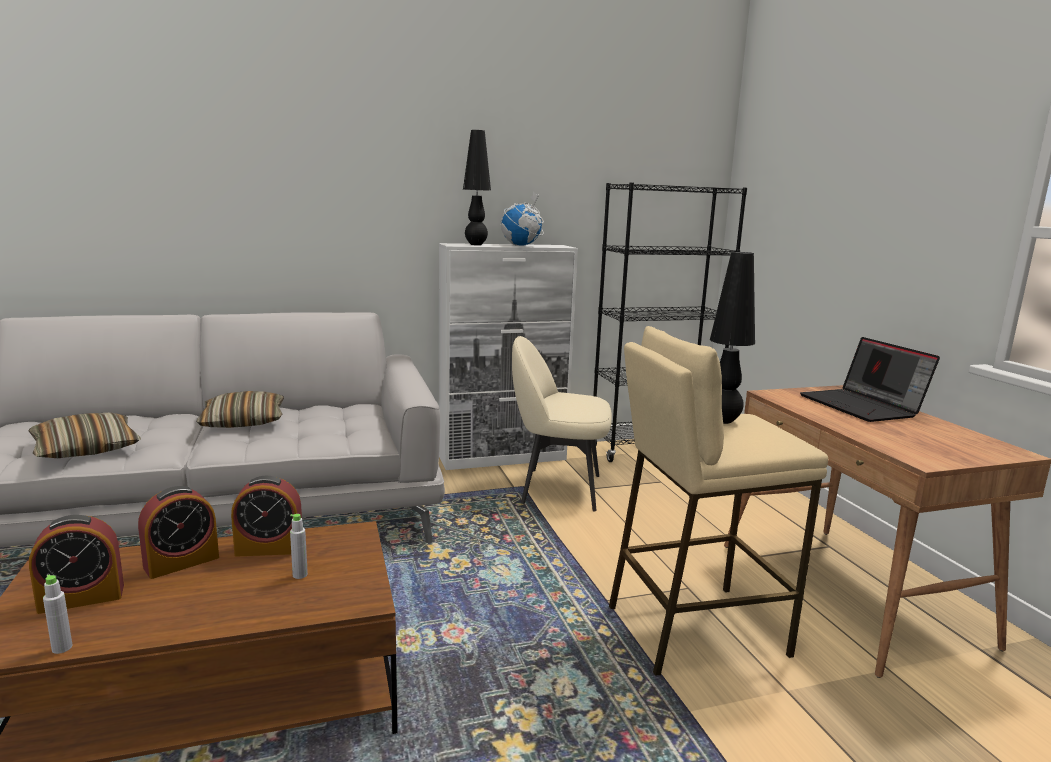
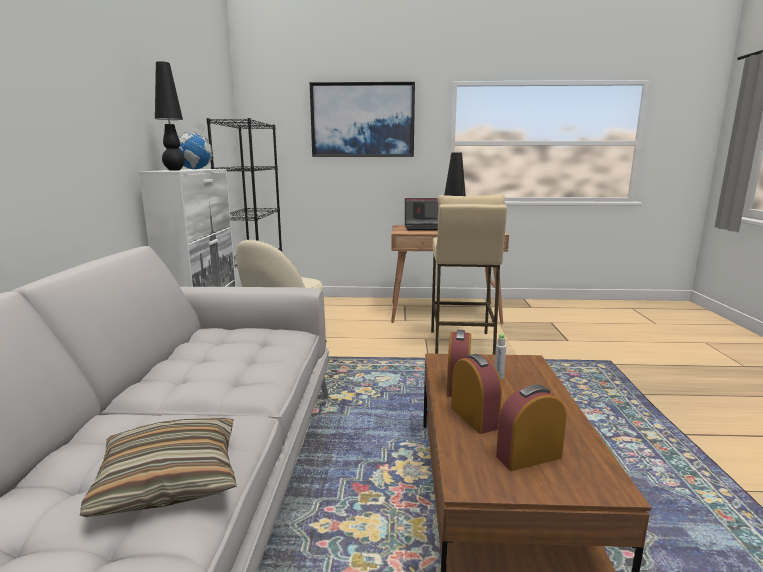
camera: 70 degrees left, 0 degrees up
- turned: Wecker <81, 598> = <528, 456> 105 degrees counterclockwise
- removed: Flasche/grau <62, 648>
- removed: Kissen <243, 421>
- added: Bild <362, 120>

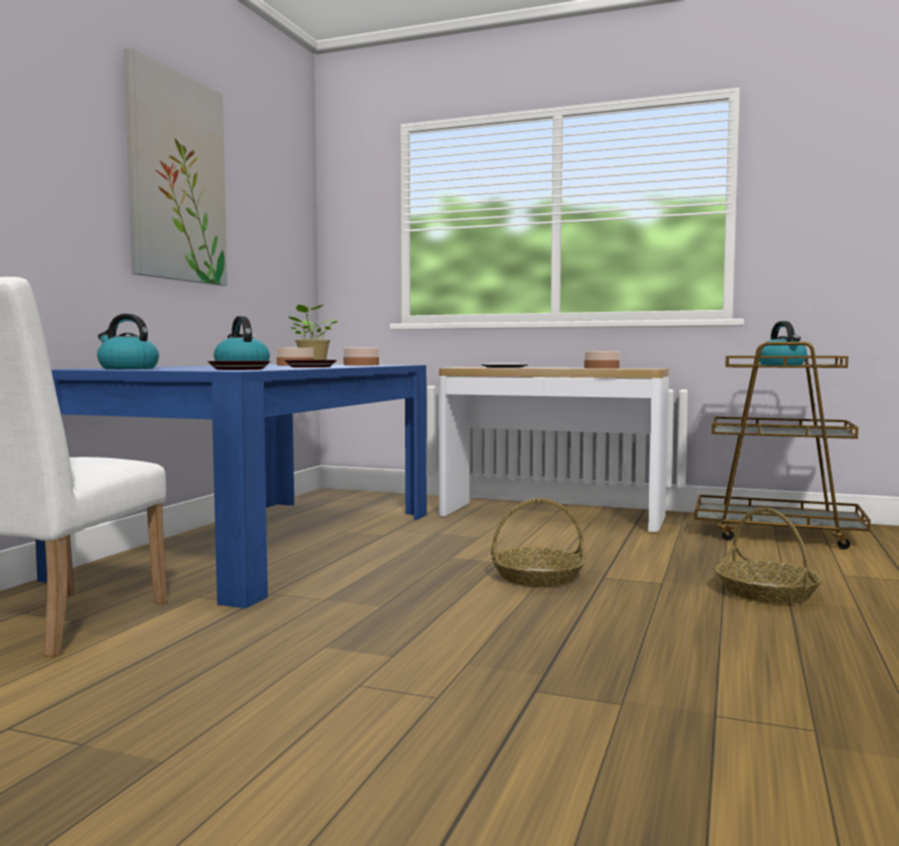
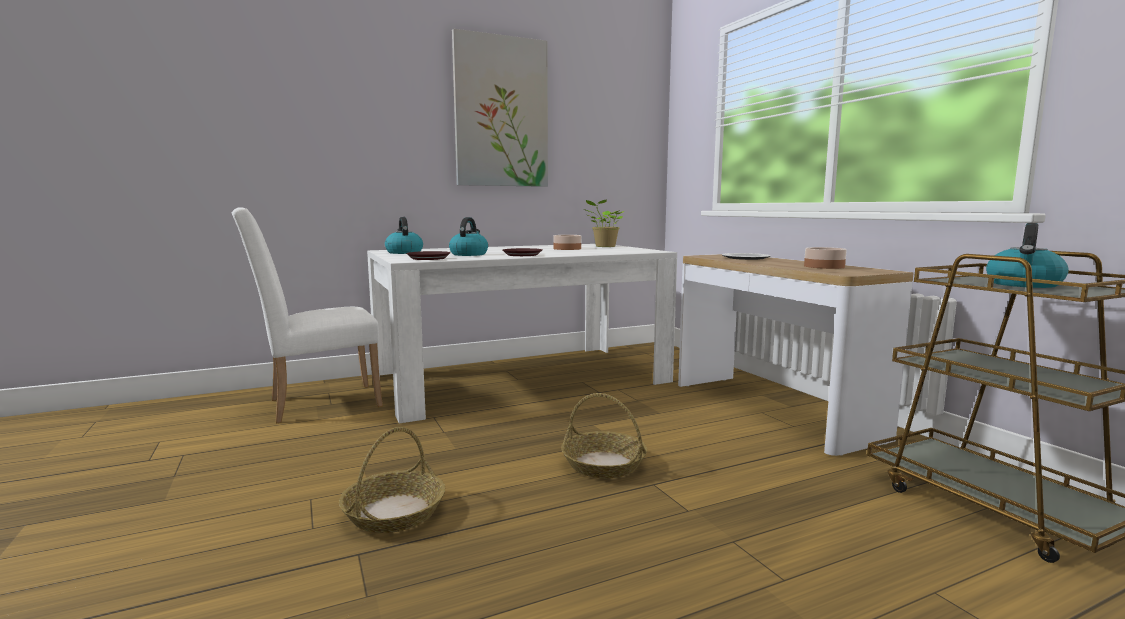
camera: 45 degrees right, 5 degrees up
- recoloured: Esstisch/blau <265, 542> to Esstisch/weiß <520, 378>
- removed: Schüssel <360, 365>
- moved: Korb <767, 593> to <394, 513>

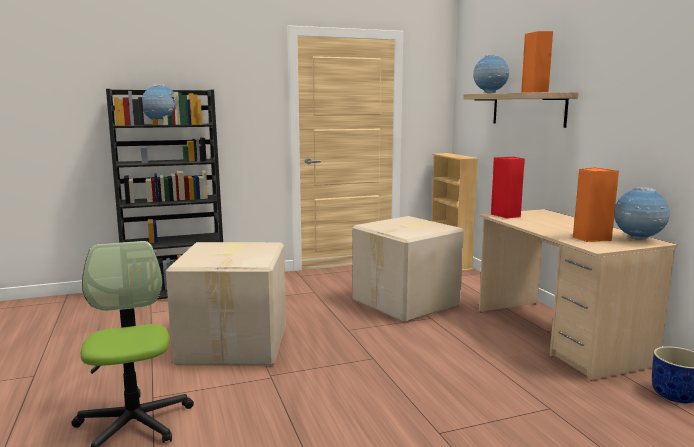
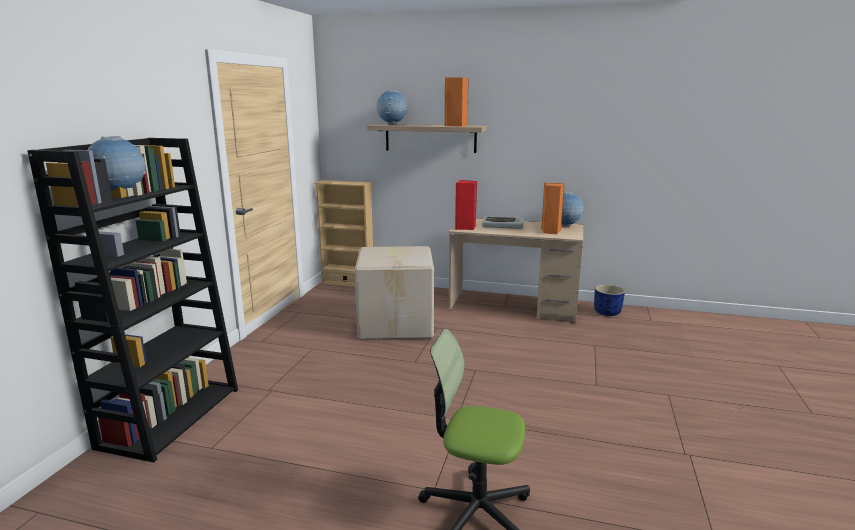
camera: 55 degrees left, 5 degrees up
- removed: Karton <235, 344>
- added: Tastatur <503, 226>

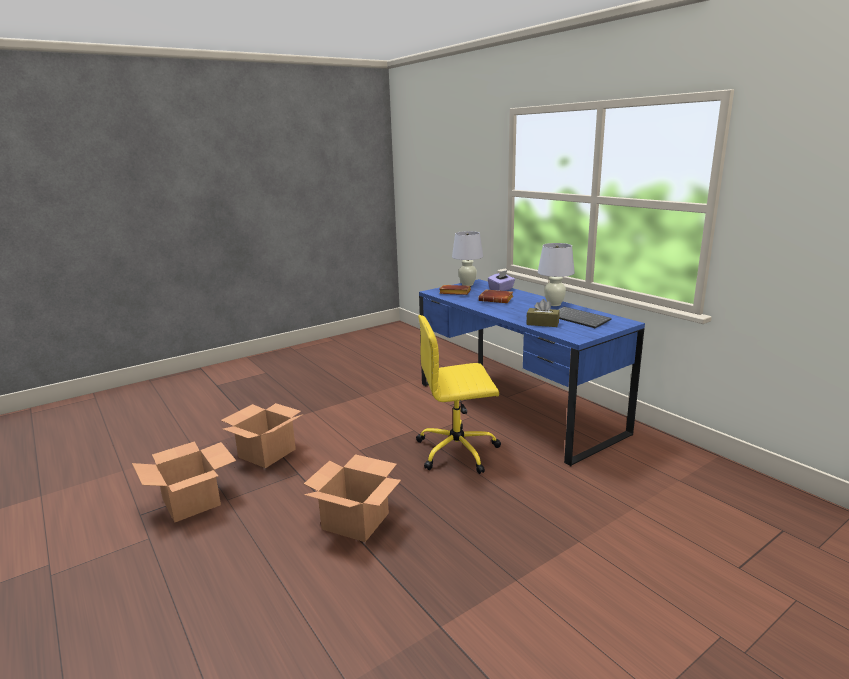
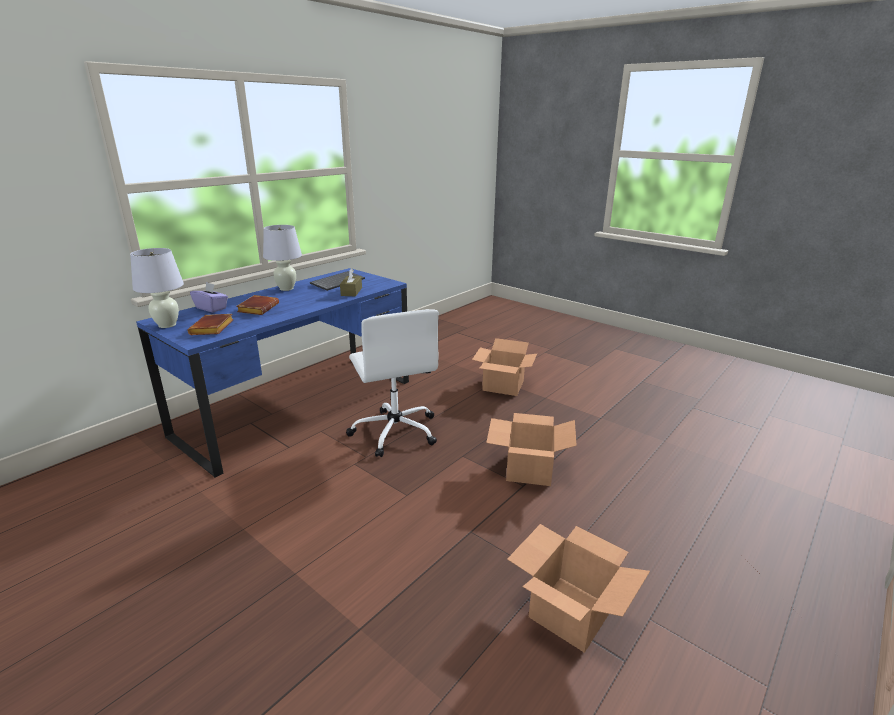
camera: 105 degrees left, 5 degrees up
- moved: Karton <267, 454> to <504, 385>
- recoloured: Bürostuhl/gelb <458, 451> to Bürostuhl/weiß <395, 431>

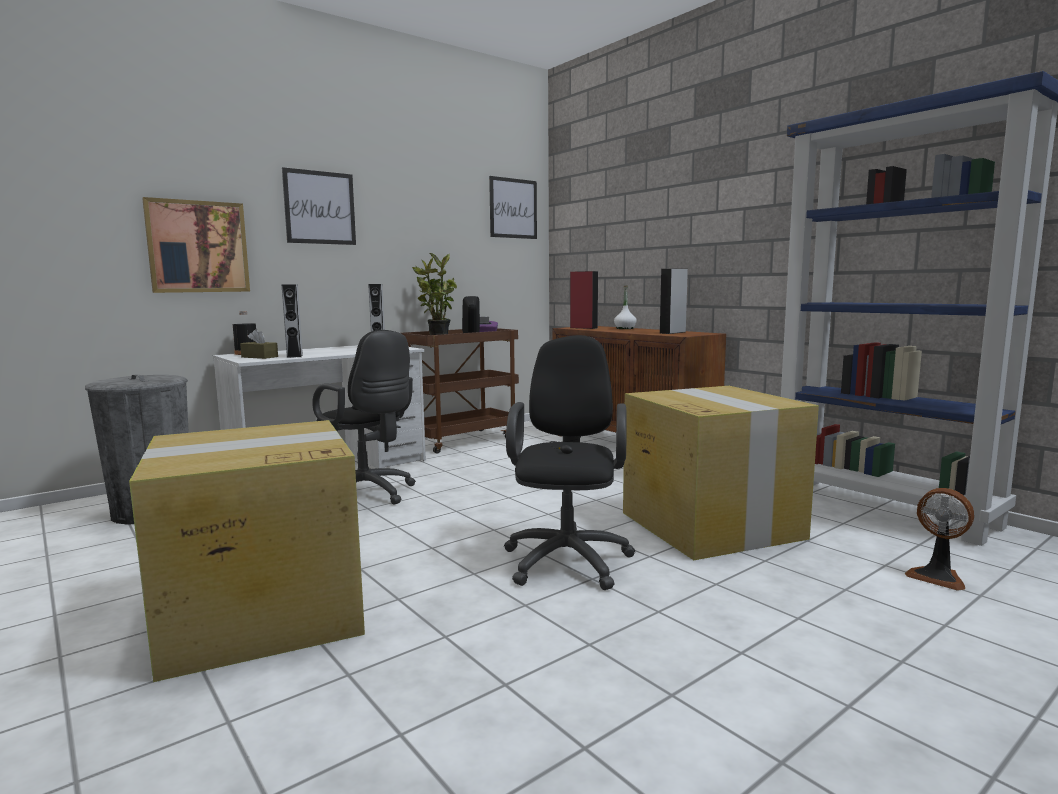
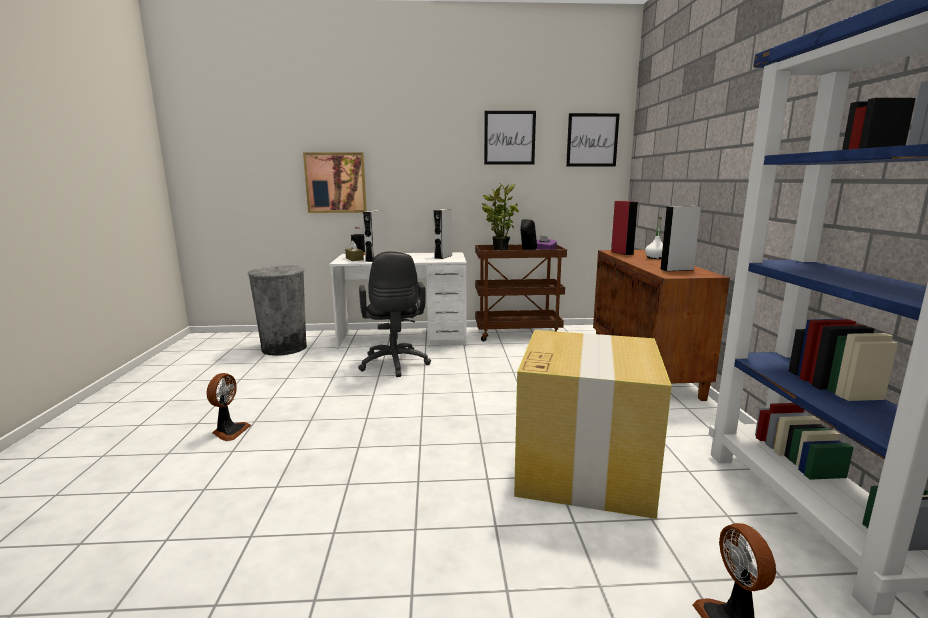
camera: 35 degrees right, 5 degrees up
- replaced: Karton <258, 613> to Ventilator <229, 431>
- moved: Bild <320, 207> to <509, 138>
- removed: Bürostuhl/schwarz <568, 558>

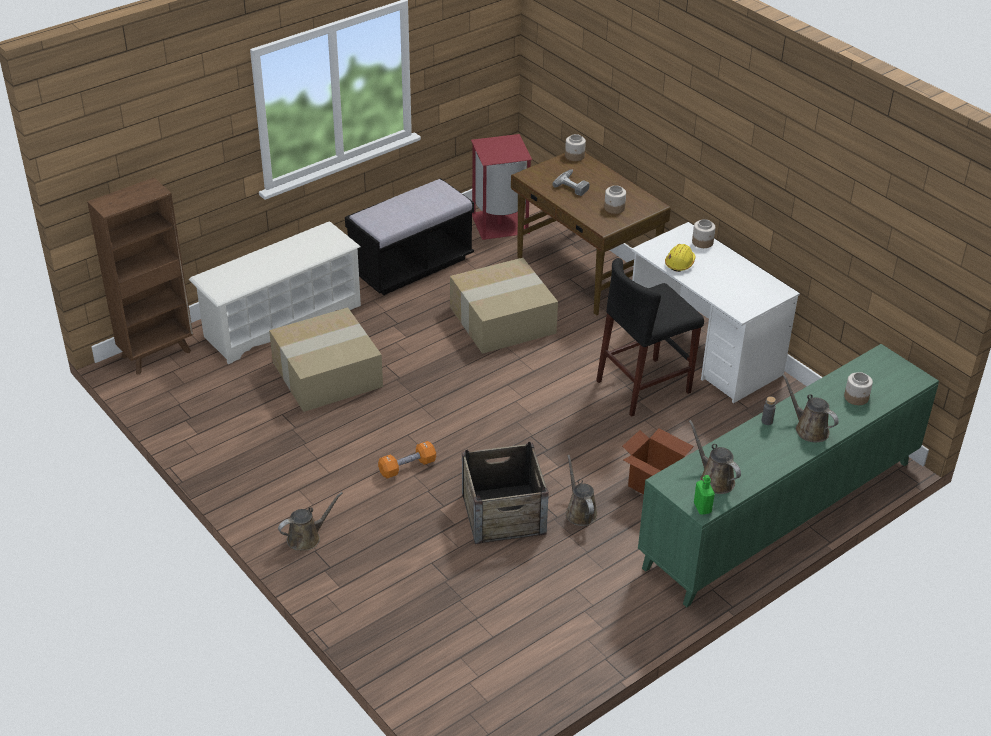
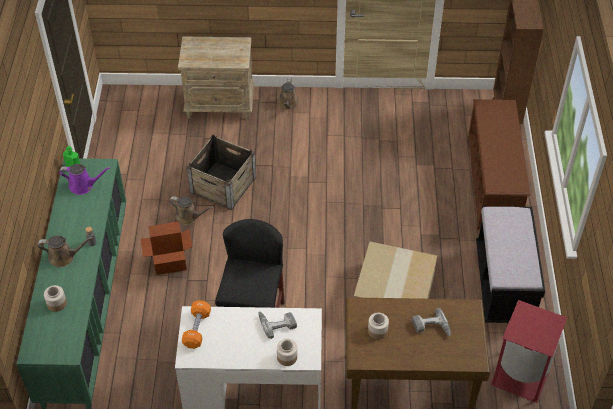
camera: 130 degrees right, 10 degrees up
- recoloured: Schuhregal/weiß <282, 321> to Schuhregal/braun <492, 184>
- removed: Karton <328, 373>
- moved: Hantel/orange <407, 467> to <197, 329>
- removed: Vorratsglas <575, 156>
- replaced: Schutzhelm/gelb <680, 263> to Bohrmaschine <276, 322>
- recoloured: Gießkanne/braun <714, 479> to Gießkanne/lila <83, 185>
- added: Nachttisch/beige <220, 104>

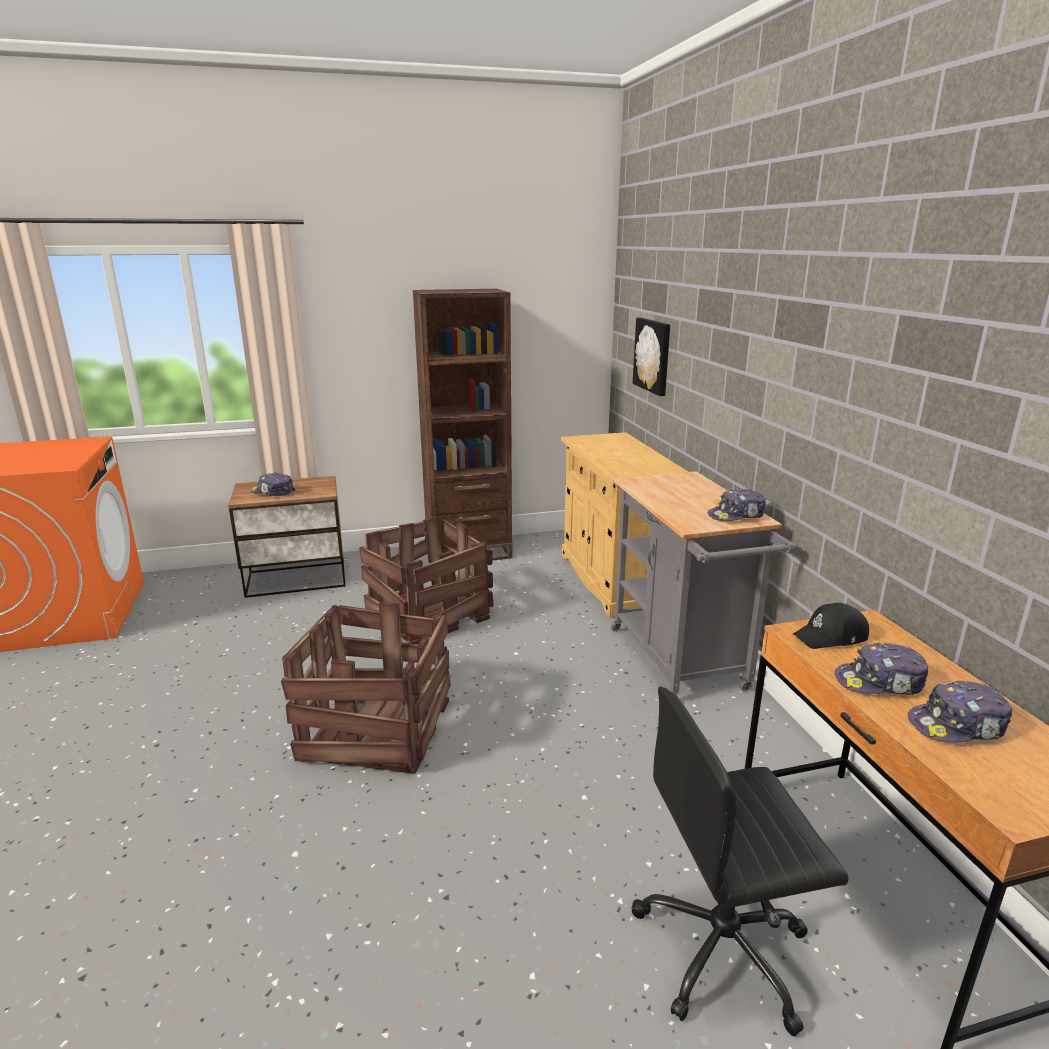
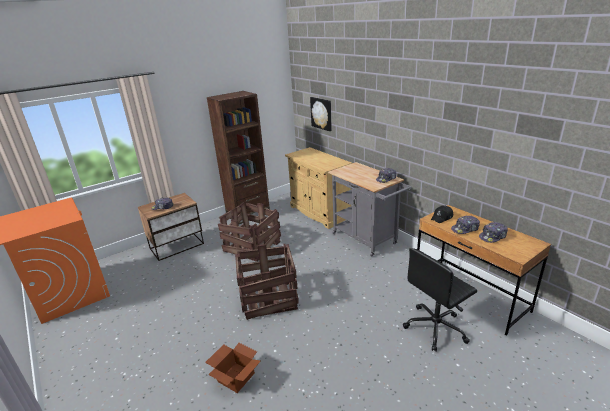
camera: 20 degrees left, 5 degrees up
- added: Karton <236, 376>

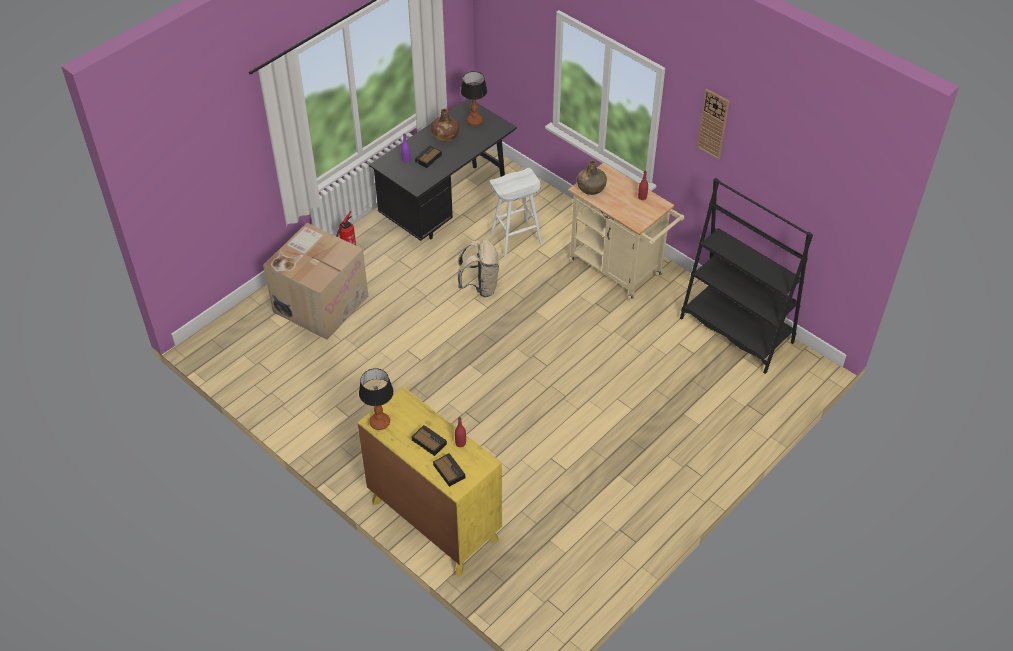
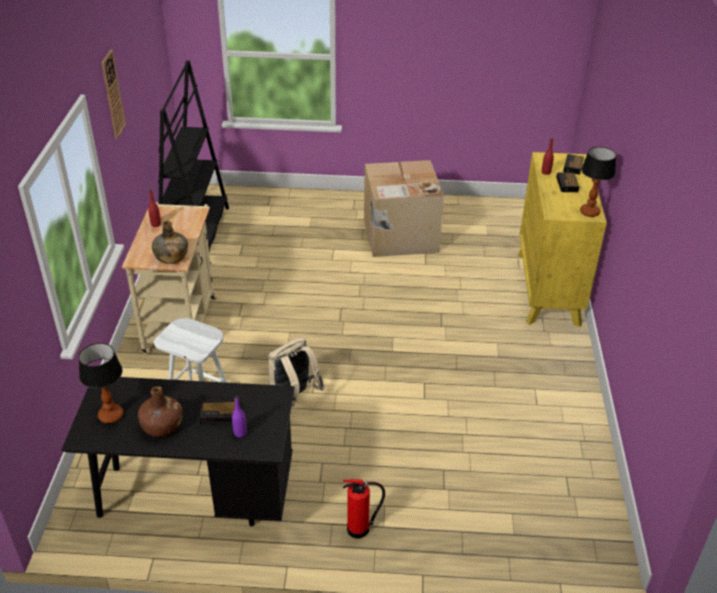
camera: 130 degrees left, 10 degrees down
- moved: Karton <320, 303> to <399, 236>

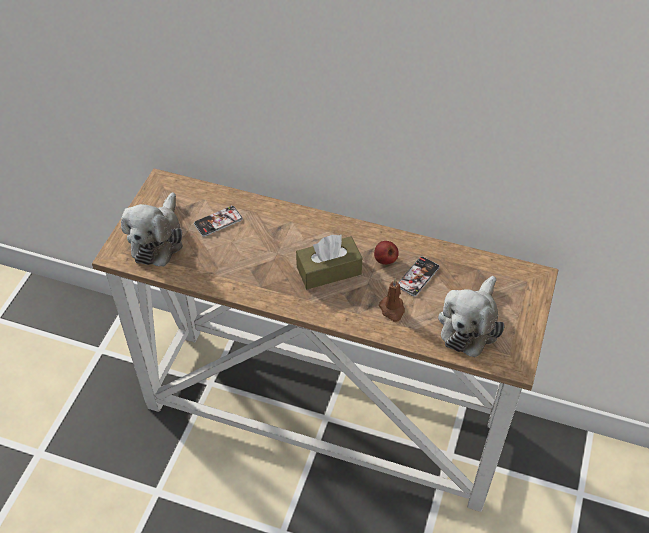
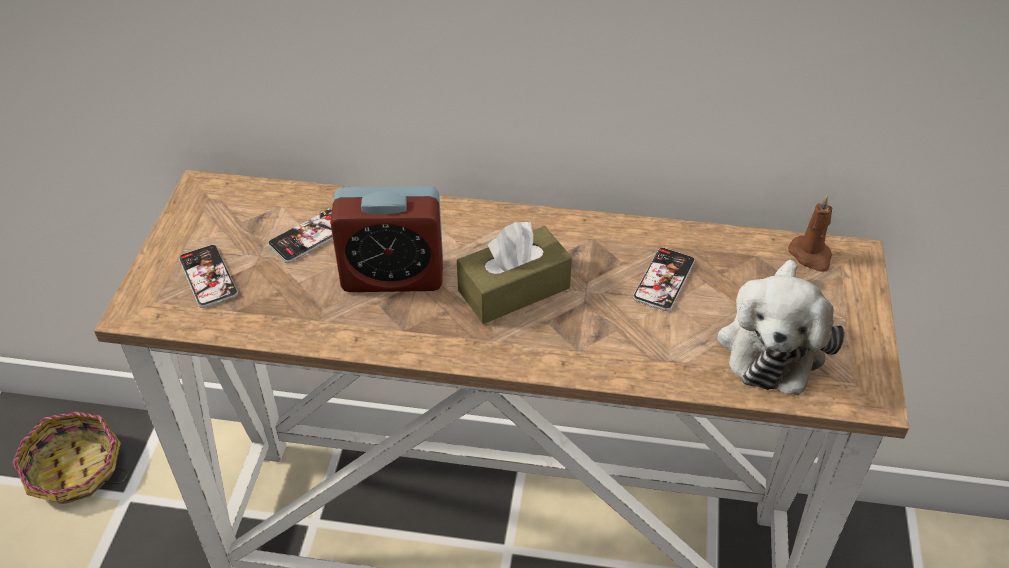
camera: 10 degrees left, 5 degrees down
- replaced: Plüschtier <157, 239> to Handy <208, 277>
- removed: Apfel <385, 260>
- moved: Kerze/braun <392, 309> to <811, 256>
- added: Korb <76, 471>
- added: Wecker <393, 276>

